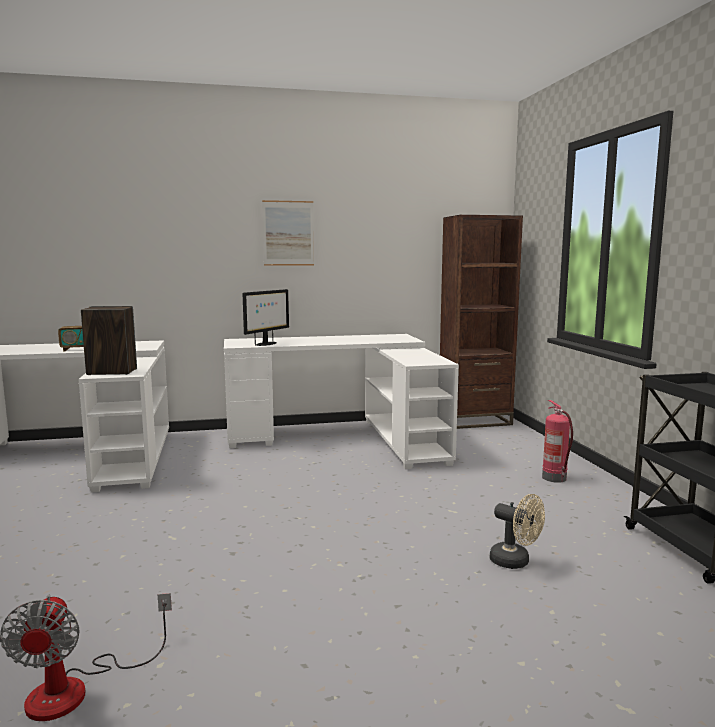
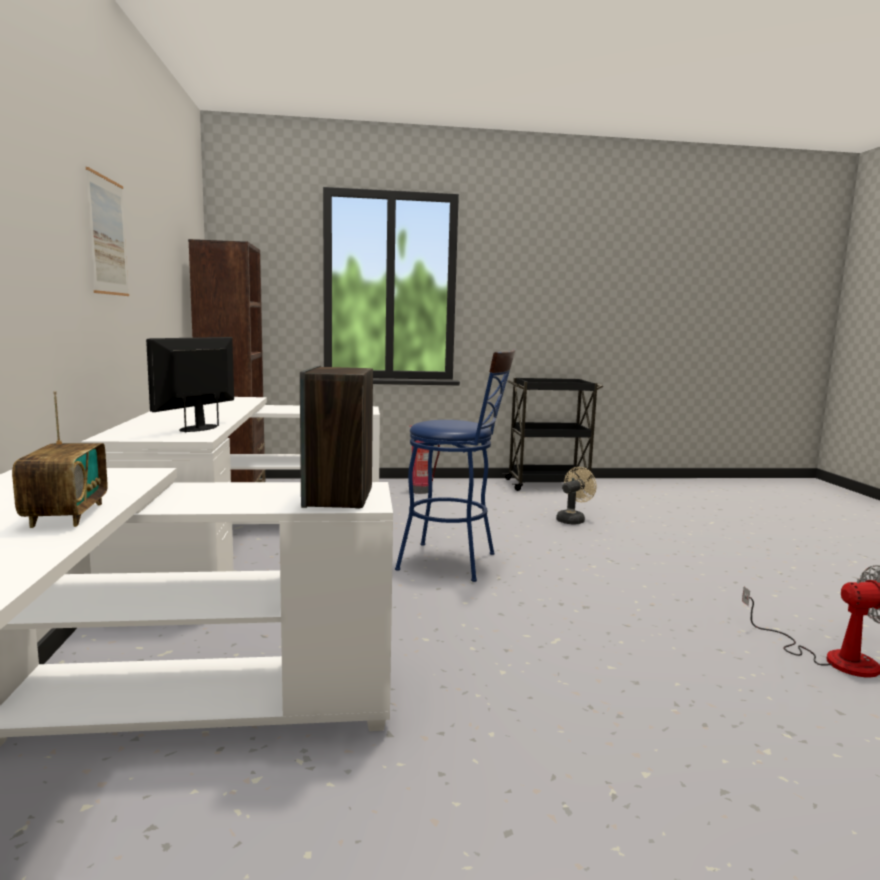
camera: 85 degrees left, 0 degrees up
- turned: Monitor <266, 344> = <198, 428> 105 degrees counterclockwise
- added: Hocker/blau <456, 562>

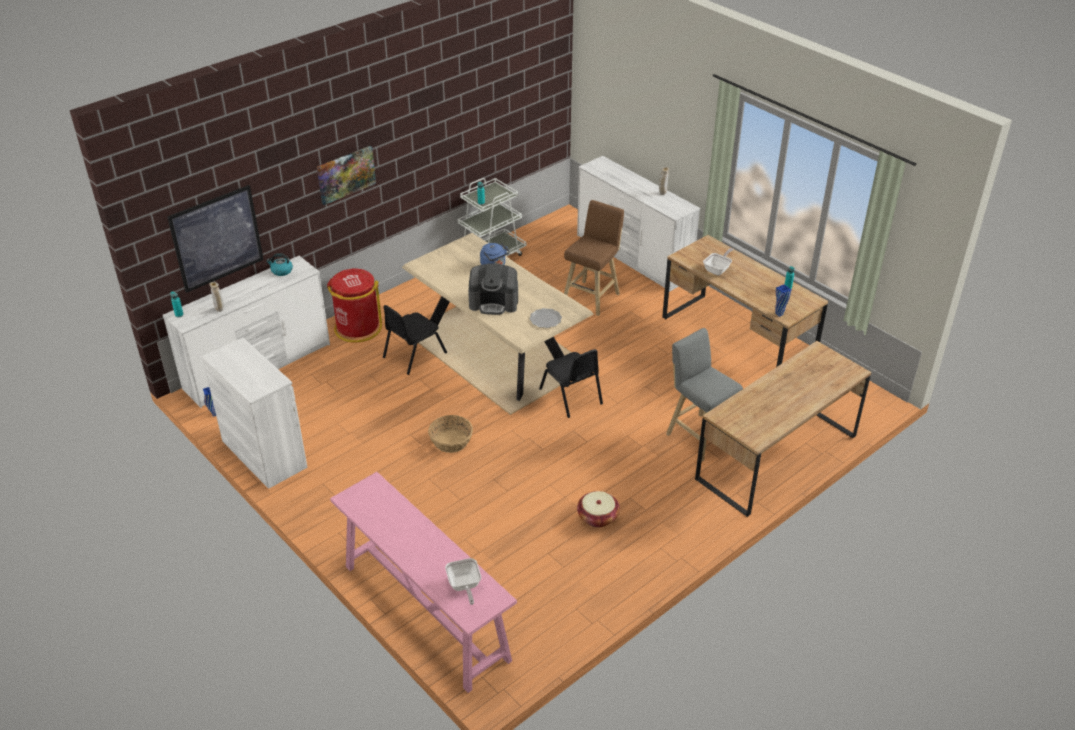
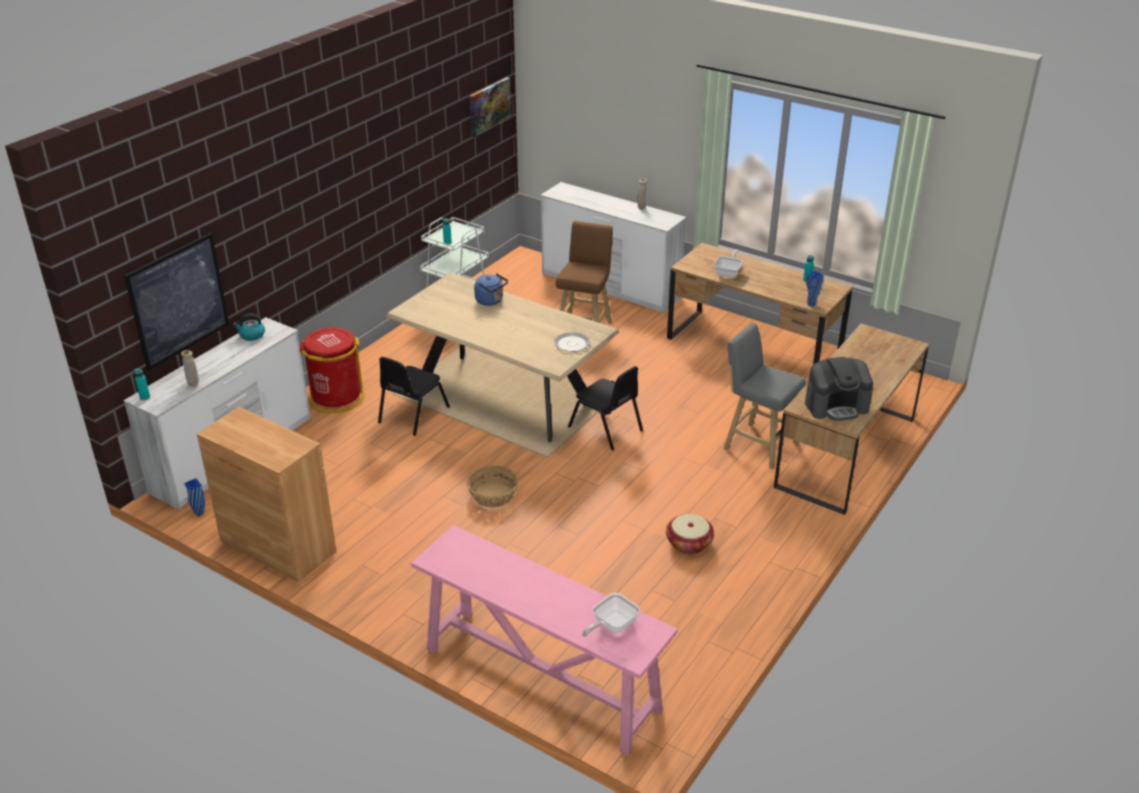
camera: 15 degrees left, 5 degrees down
- recoloured: Schrank/weiß <264, 454> to Schrank/braun <278, 546>
- moved: Bild <346, 174> to <489, 106>
- turned: Pfanne <464, 586> = <611, 626> 75 degrees clockwise
- moved: Kaffeemaschine <494, 302> to <836, 406>

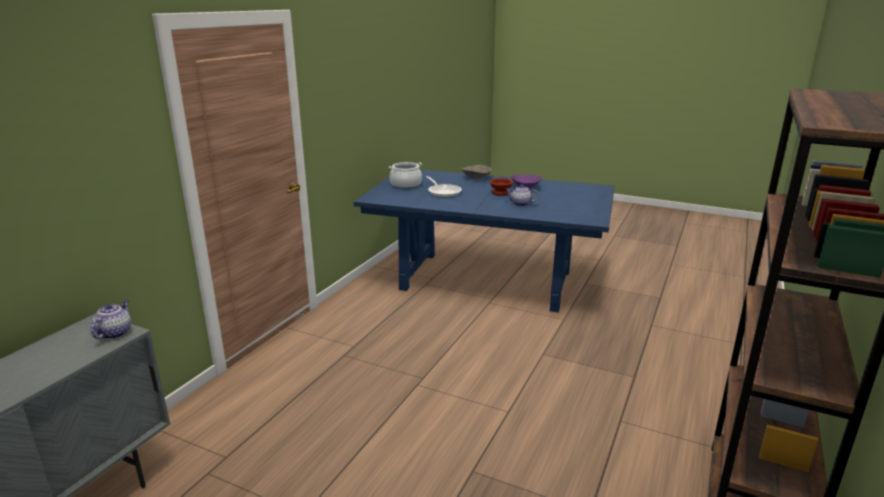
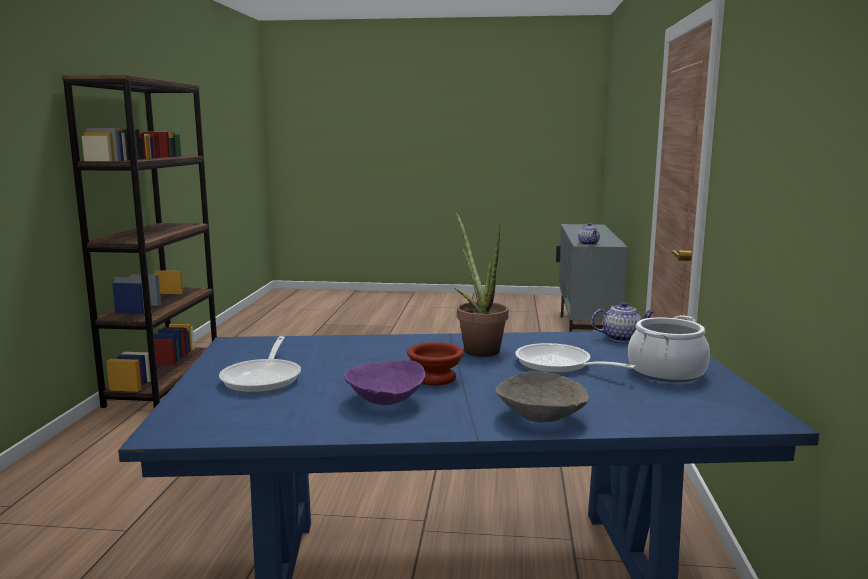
camera: 160 degrees right, 10 degrees down
- moved: Teekanne <520, 204> to <622, 338>
- added: Pfanne <264, 378>
- added: Topfpflanze <478, 348>

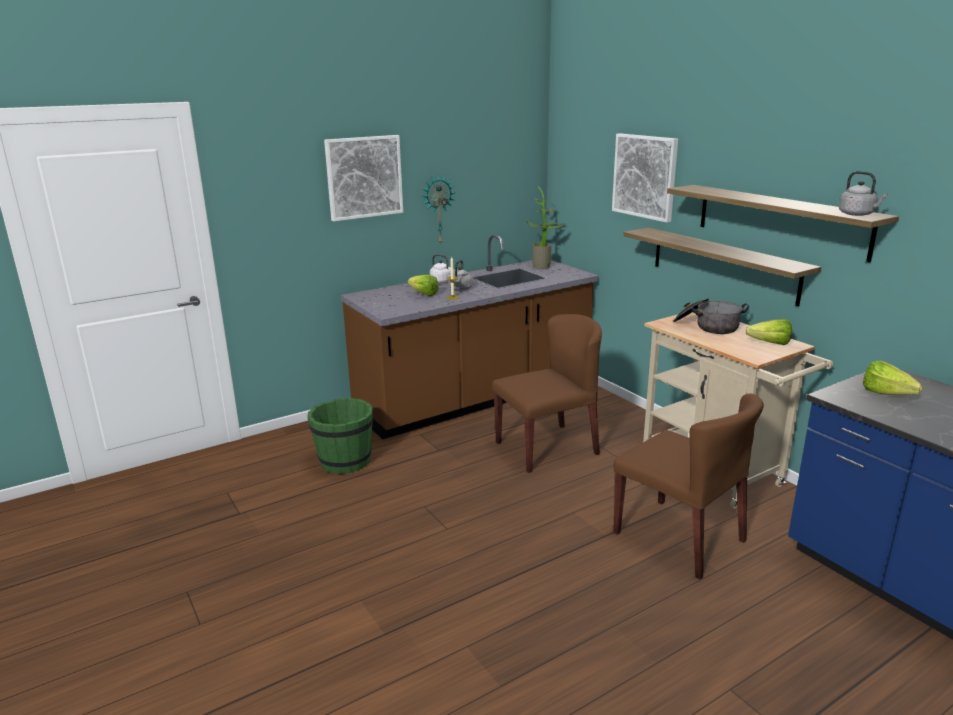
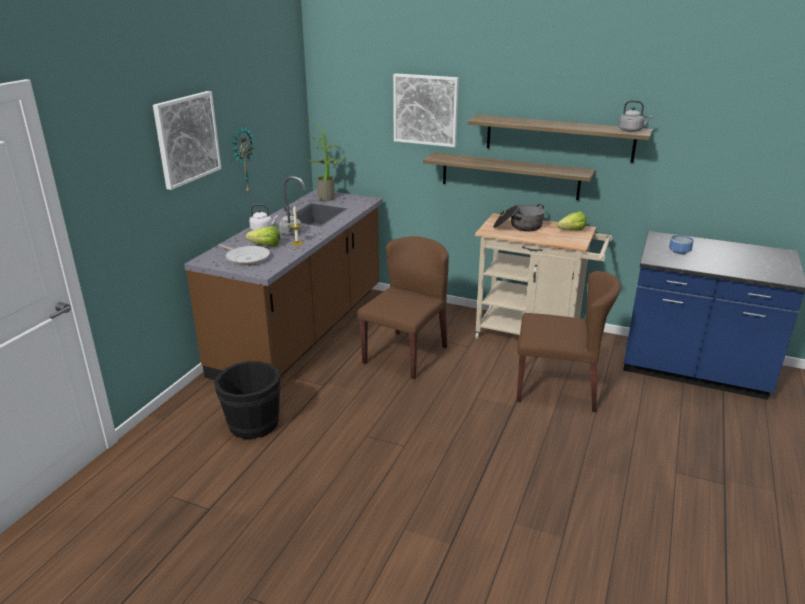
camera: 35 degrees left, 5 degrees up
- recoloured: Eimer/grün <345, 461> to Eimer/schwarz <253, 424>
- replaced: Salatkopf <890, 396> to Schüssel <678, 252>
- added: Pfanne <246, 258>

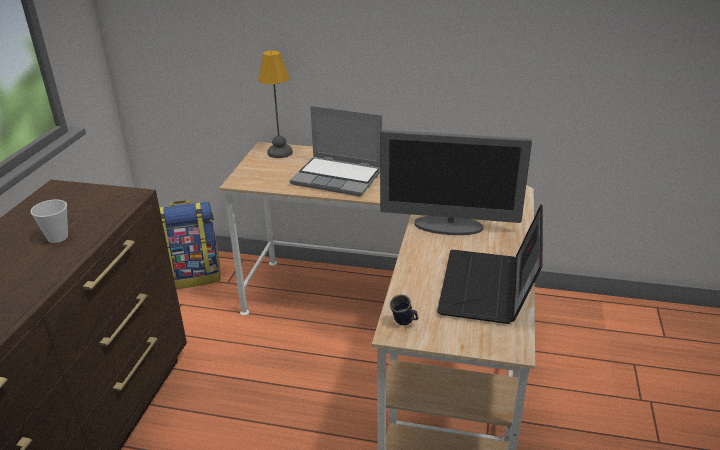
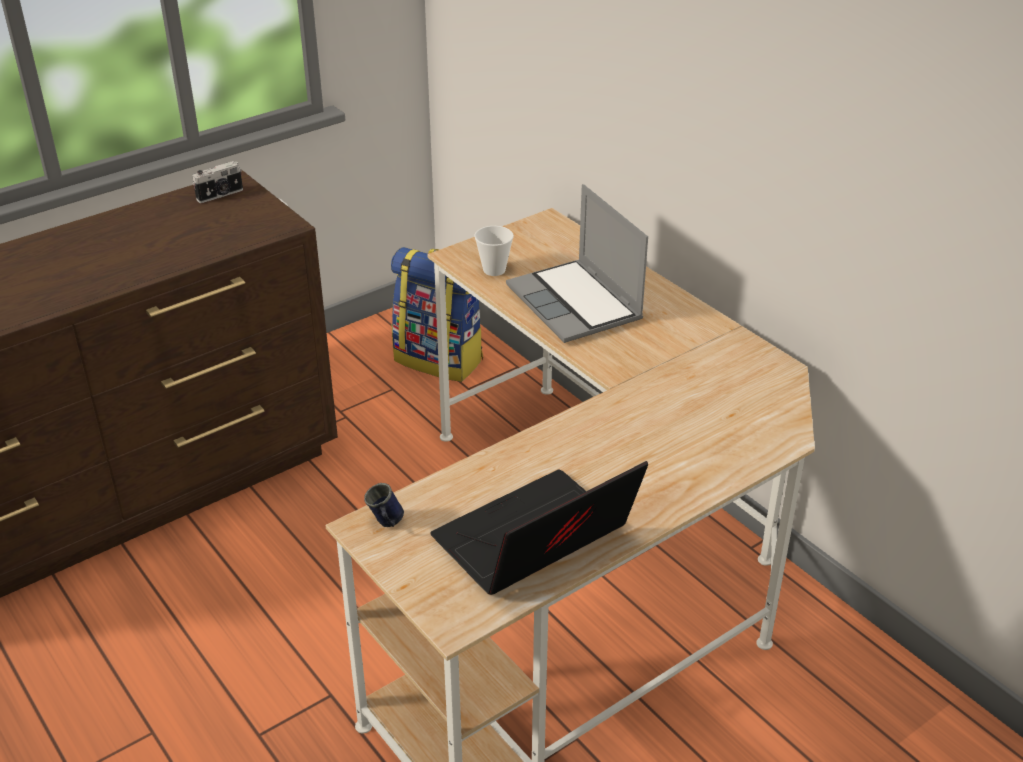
camera: 40 degrees right, 5 degrees up
- moved: Tasse <57, 237> to <494, 270>
- removed: Tischlampe <280, 152>
- removed: Monitor <449, 226>
- added: Kamera <220, 195>

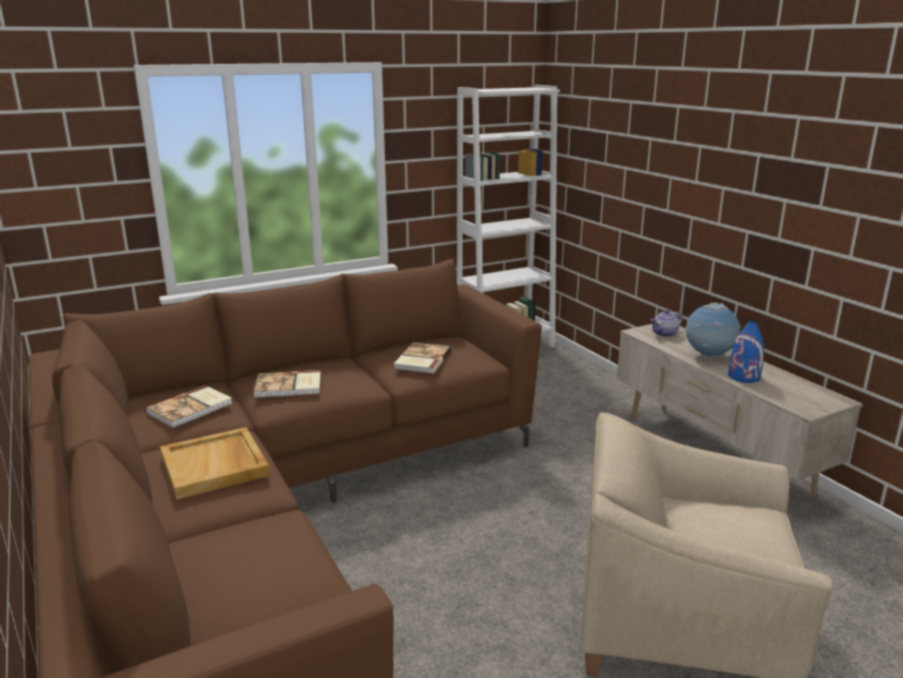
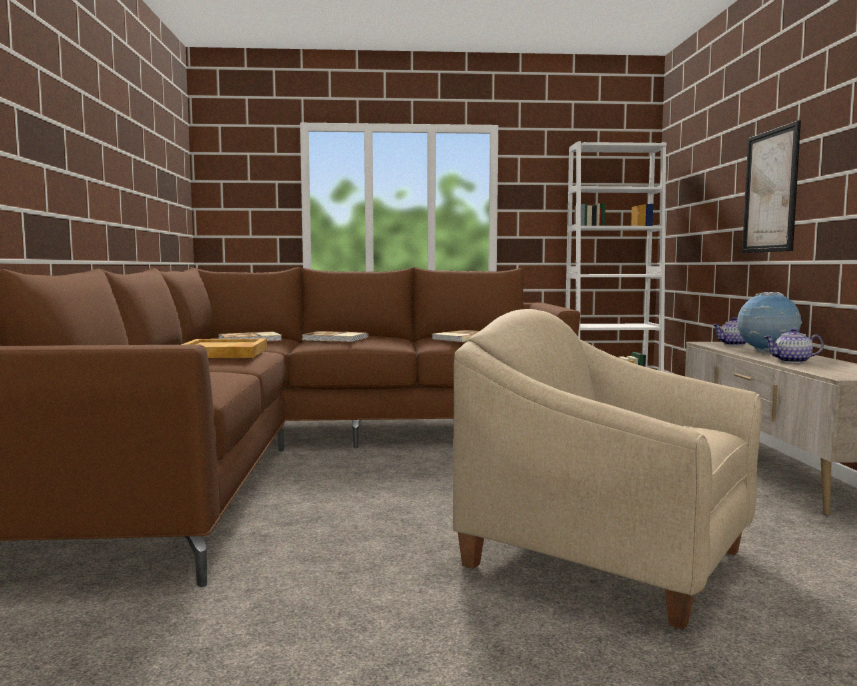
camera: 25 degrees right, 15 degrees down
- replaced: Vase/blau <744, 377> to Teekanne <792, 361>
- added: Bild <770, 191>

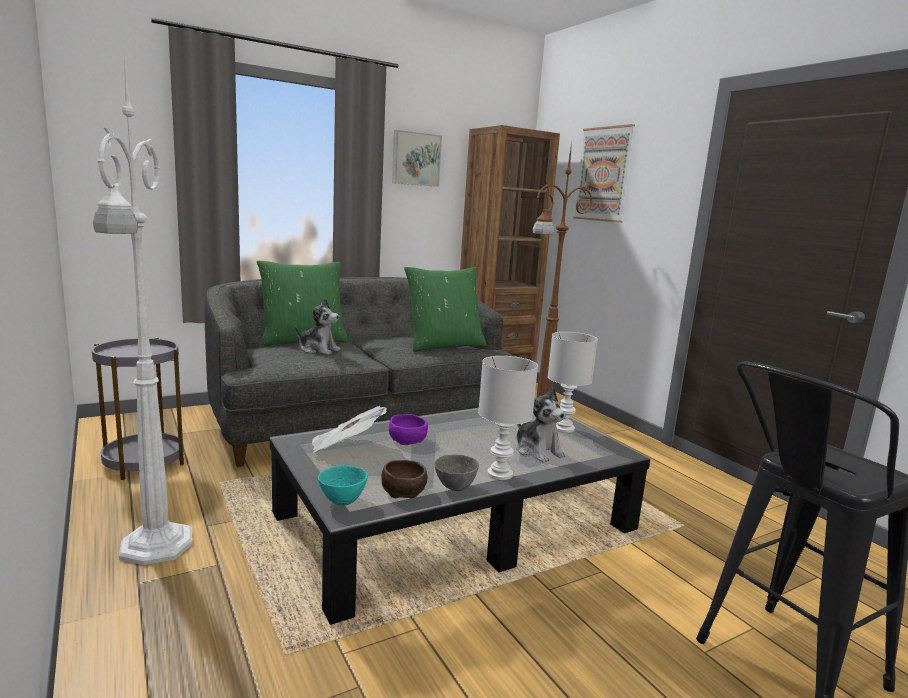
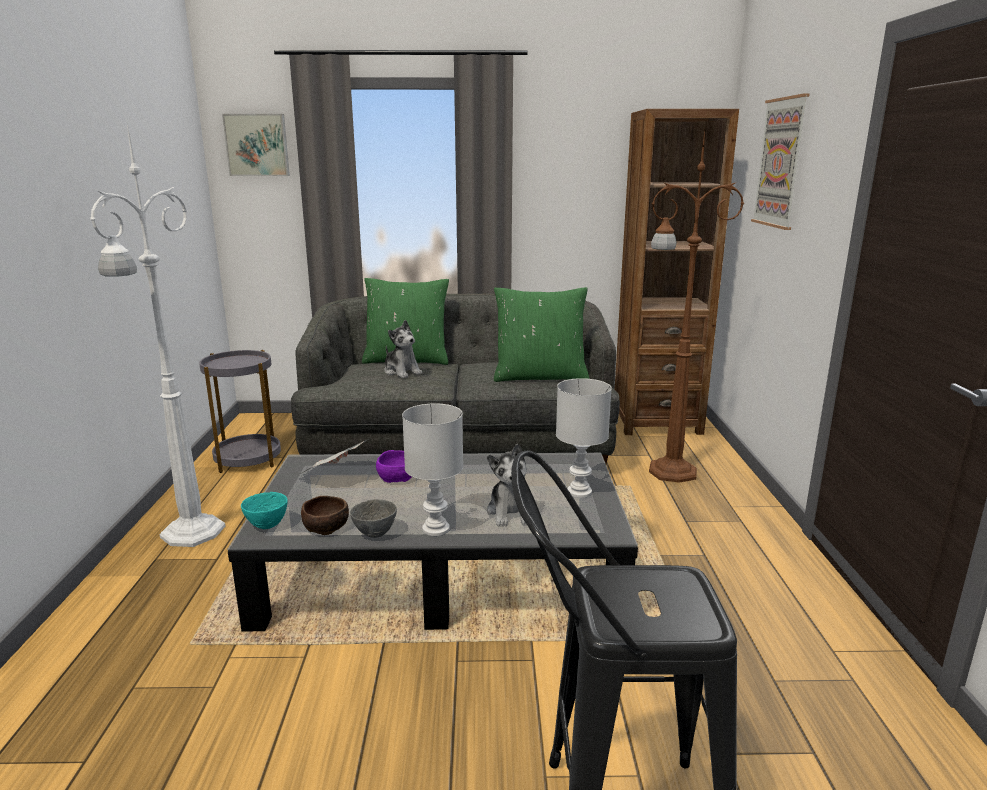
camera: 30 degrees right, 5 degrees up
- moved: Bild <415, 159> to <257, 145>

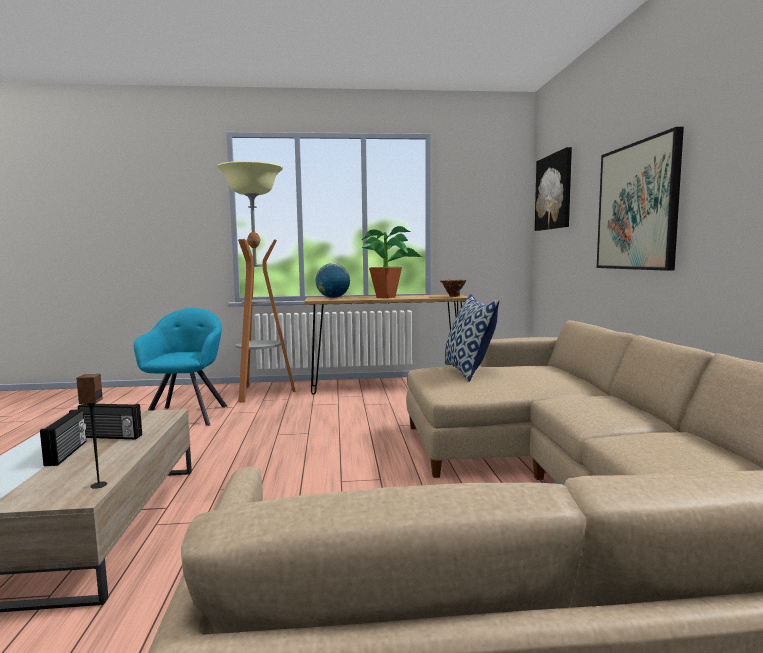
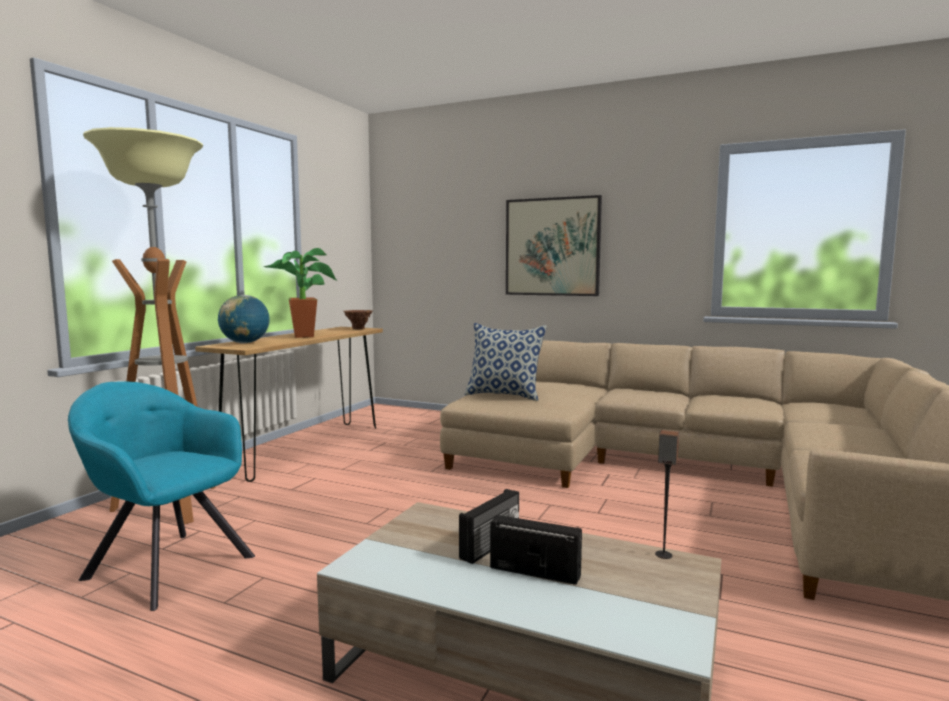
camera: 60 degrees left, 0 degrees up
- removed: Bild <554, 192>

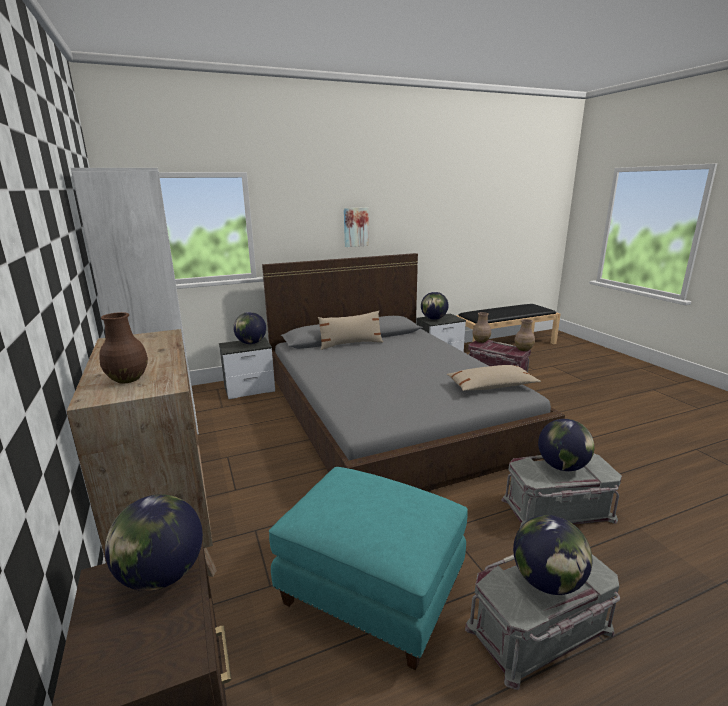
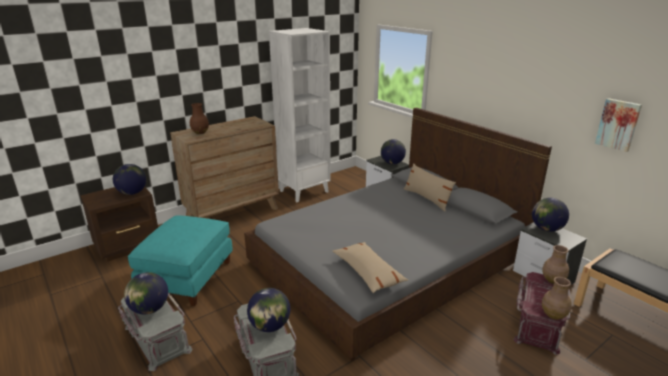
camera: 75 degrees right, 5 degrees up
- moved: Bild <355, 227> to <618, 124>

